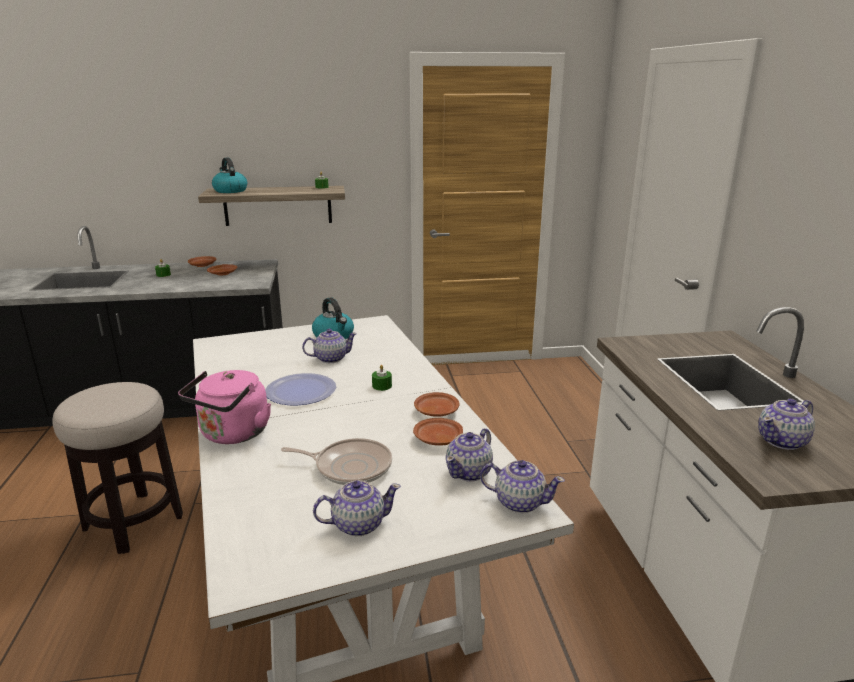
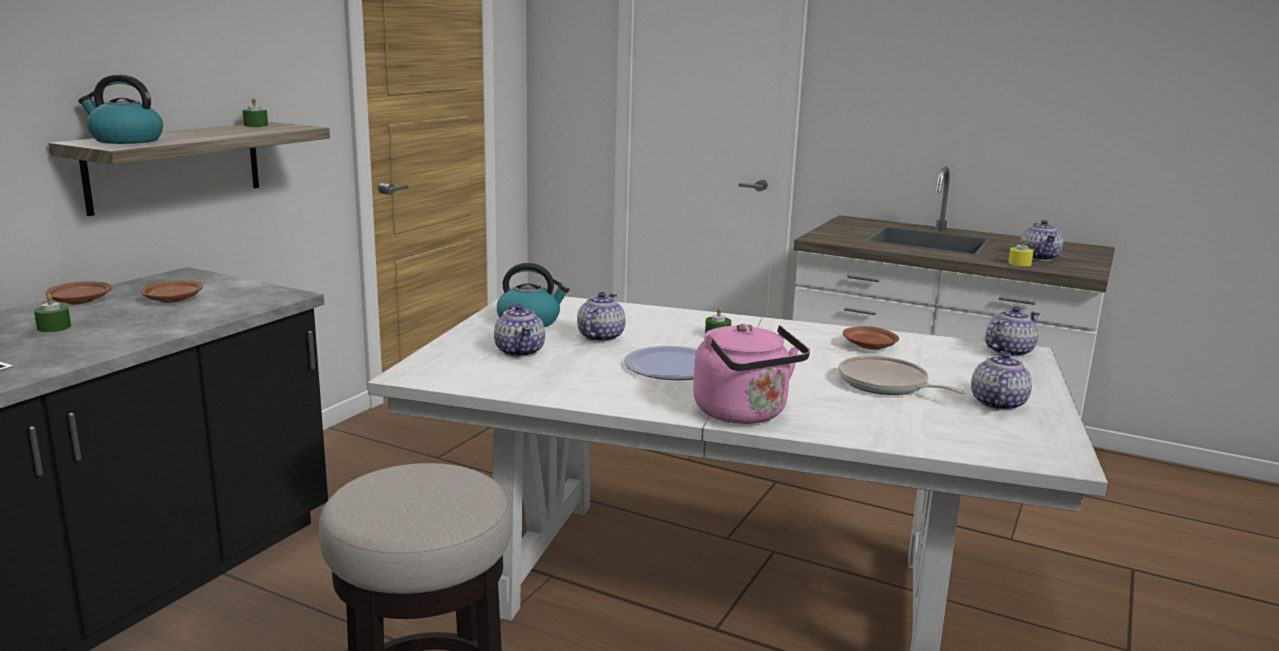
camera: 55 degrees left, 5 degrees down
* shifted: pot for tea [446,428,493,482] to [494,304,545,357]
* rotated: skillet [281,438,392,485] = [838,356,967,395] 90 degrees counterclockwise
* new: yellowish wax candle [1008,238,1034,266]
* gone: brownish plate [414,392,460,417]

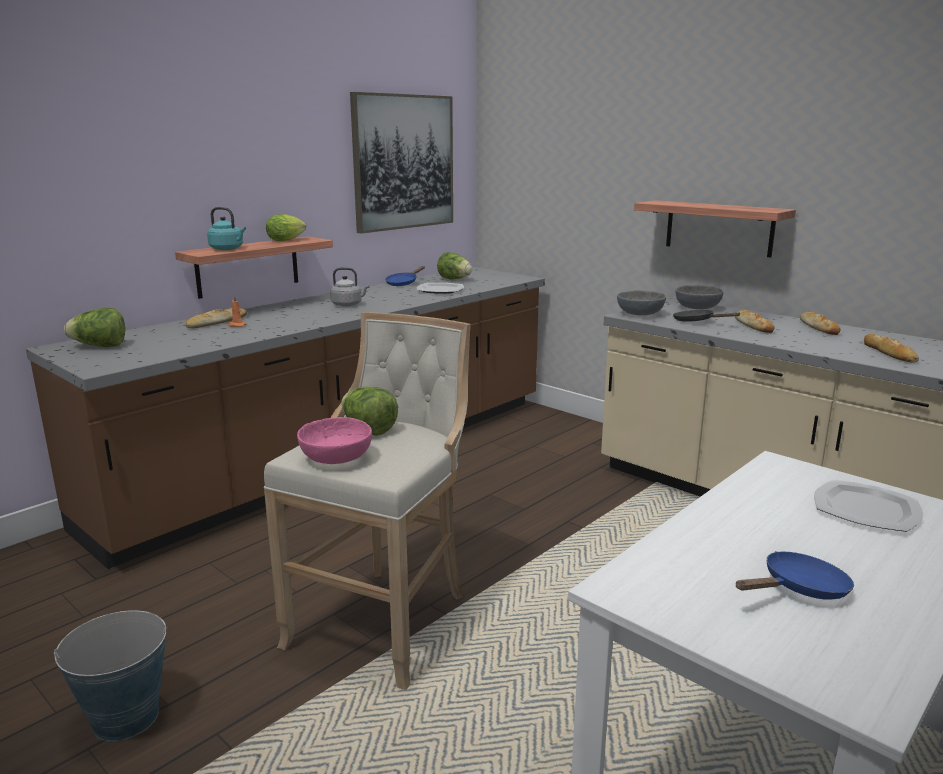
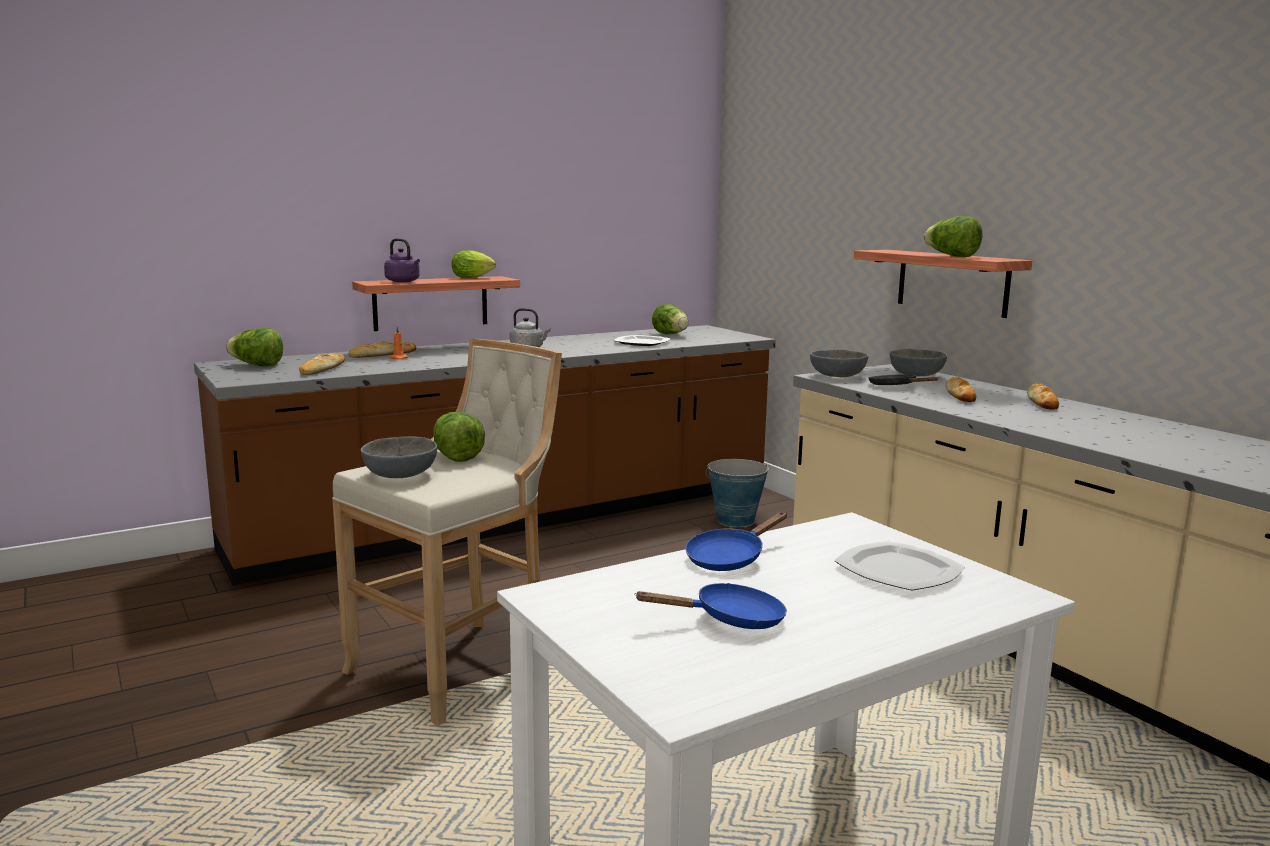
camera: 15 degrees right, 5 degrees down
* shifted: baked bread [864,334,919,363] to [299,353,345,375]
* repainted: pink-coloured serving bowl [297,417,372,464] to gray serving bowl [361,436,437,478]
* repainted: blue-green kettle [207,207,246,250] to purplish kettle [384,238,420,282]
* shifted: blue skillet [385,266,425,286] to [685,512,787,571]
* shifted: water bucket [53,610,168,741] to [706,459,769,527]
* new: lettuce [924,216,983,257]
* gone: picture [350,92,453,234]

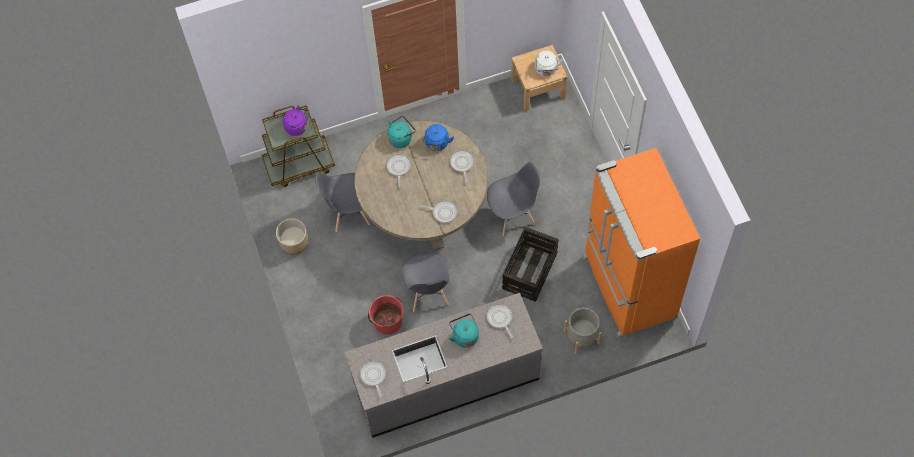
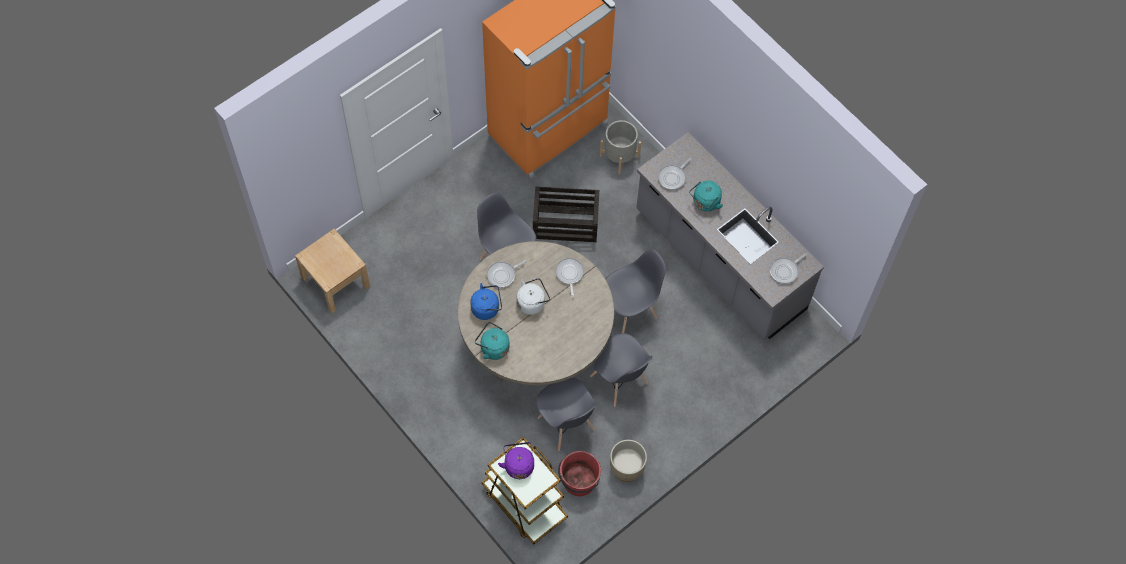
camera: 115 degrees left, 0 degrees up
* shifted: white kettle [535,51,563,77] to [517,278,550,315]
* shifted: red-coloured water bucket [368,295,404,335] to [558,451,601,496]
* new: gray chair [590,333,653,407]
* gone: skillet [386,154,411,187]

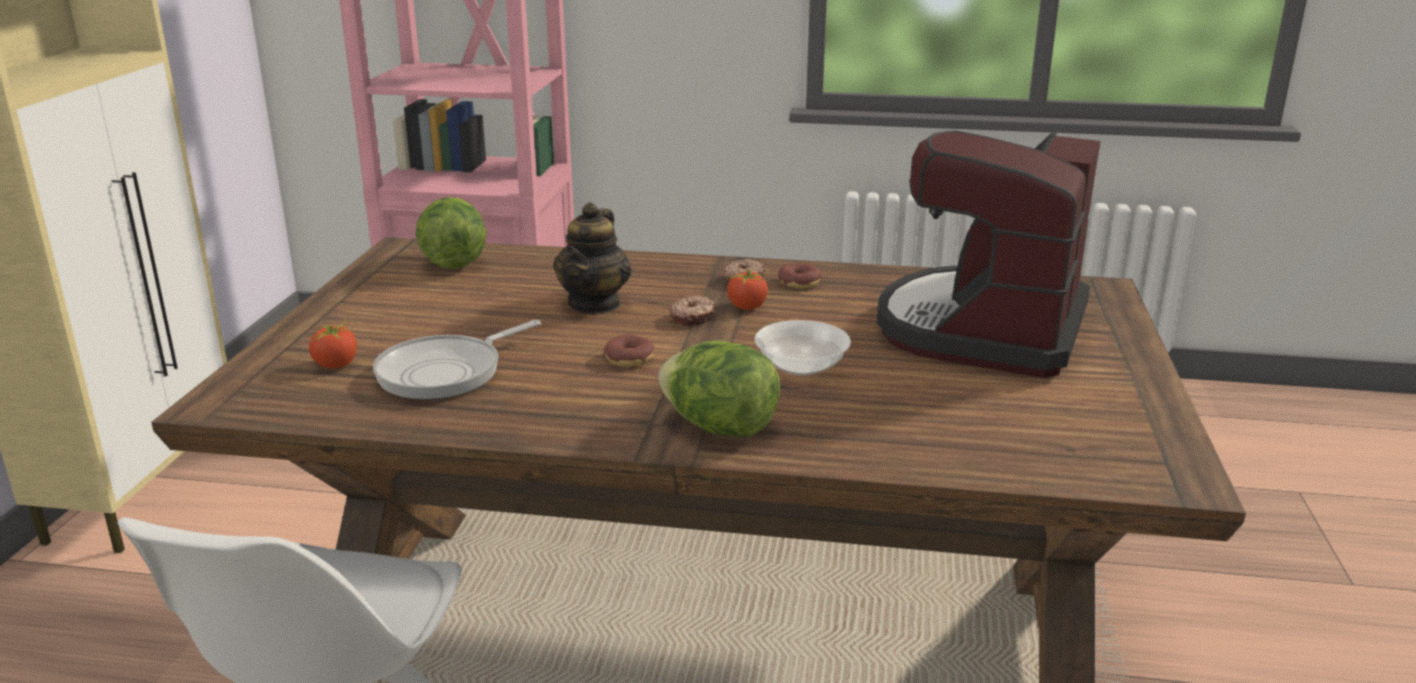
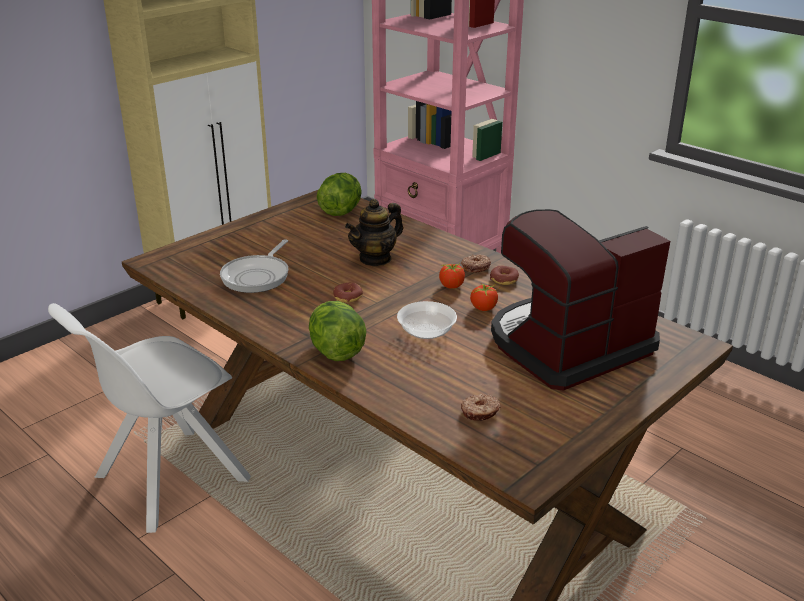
camera: 35 degrees right, 5 degrees up
* rotated: skillet [373,320,541,400] = [220,239,288,293] 60 degrees counterclockwise
* shifted: doughnut [670,296,716,326] to [461,394,501,421]
* shifted: fresh tomato [308,318,357,369] to [470,282,500,311]

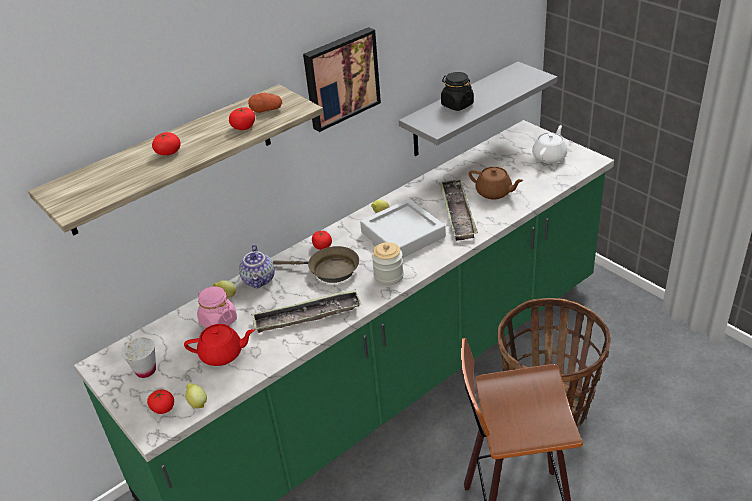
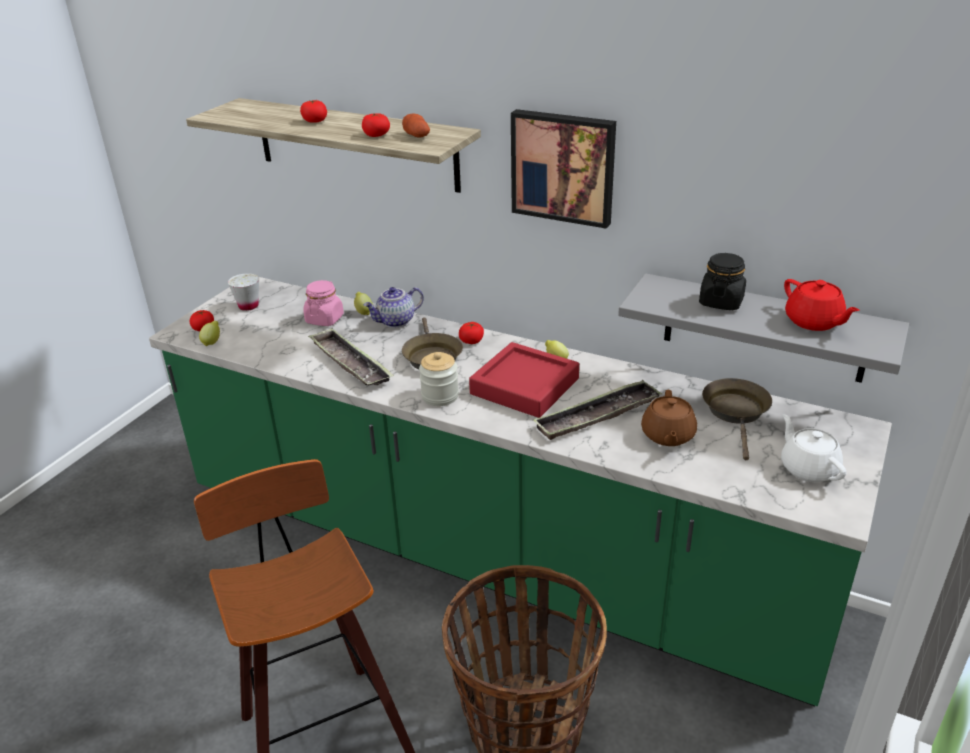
camera: 65 degrees right, 5 degrees down
* repainted: gray carrying tray [360,199,446,258] to red-coloured carrying tray [469,342,579,418]
* new: brownish skillet [702,378,772,460]
* rotated: white pot for tea [532,125,567,163] = [781,414,846,482] 120 degrees counterclockwise
* shifted: red-coloured pot for tea [184,324,255,366] to [784,279,860,331]

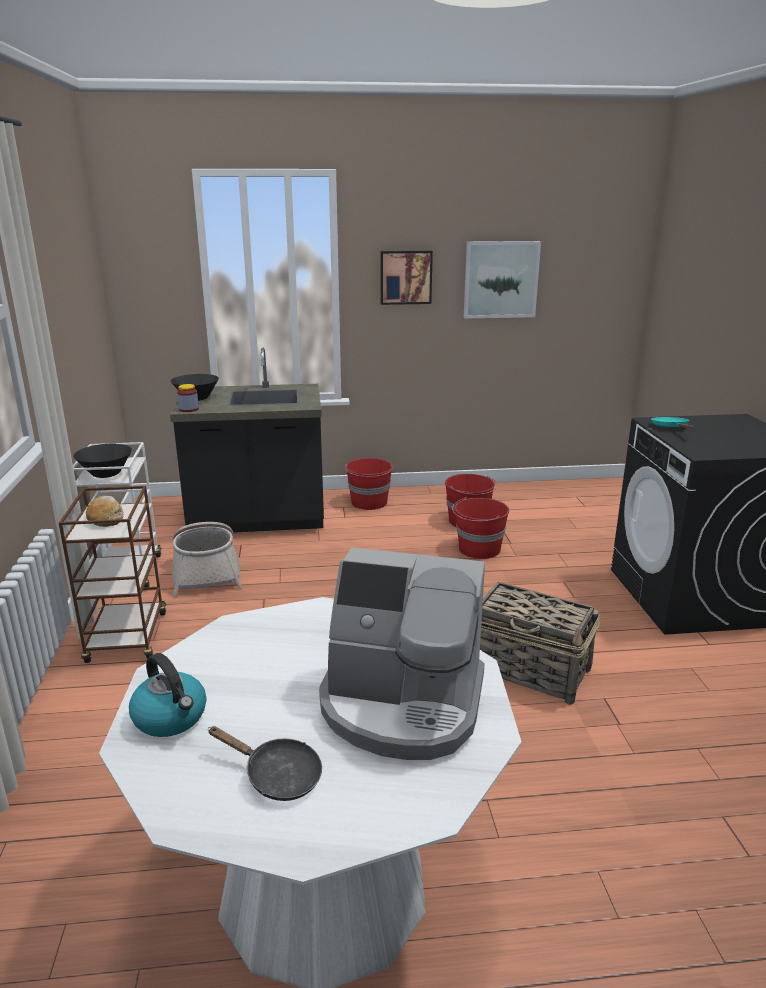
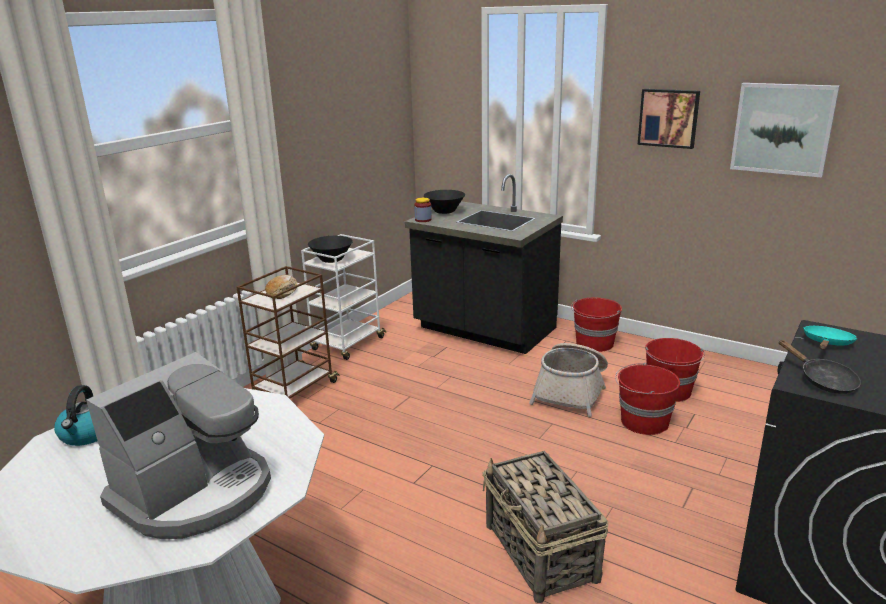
camera: 40 degrees right, 0 degrees up
* rotated: coffee maker [319,547,485,760] = [86,352,271,539] 105 degrees counterclockwise
* shifted: basket [172,522,242,597] to [529,343,608,417]
* shifted: black skillet [209,726,322,801] to [779,340,861,394]

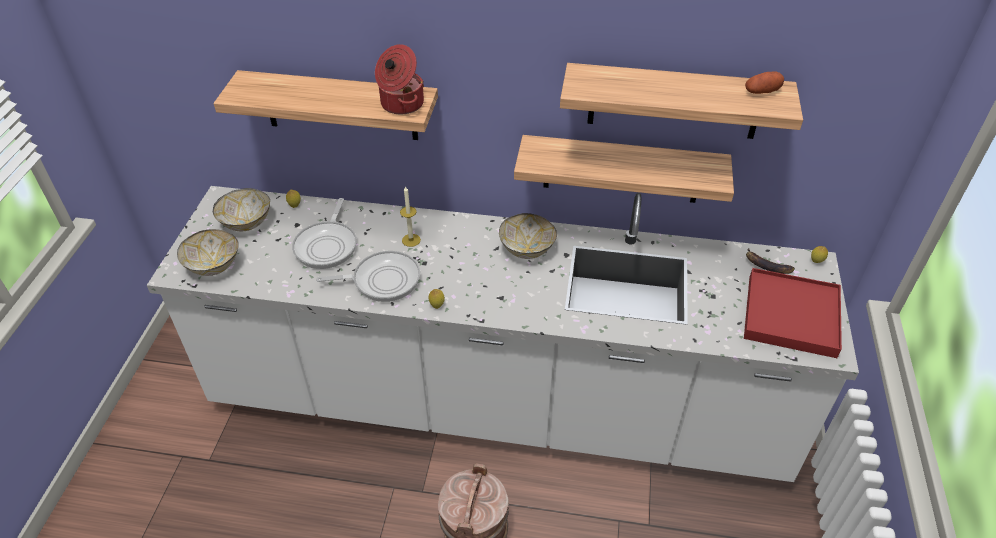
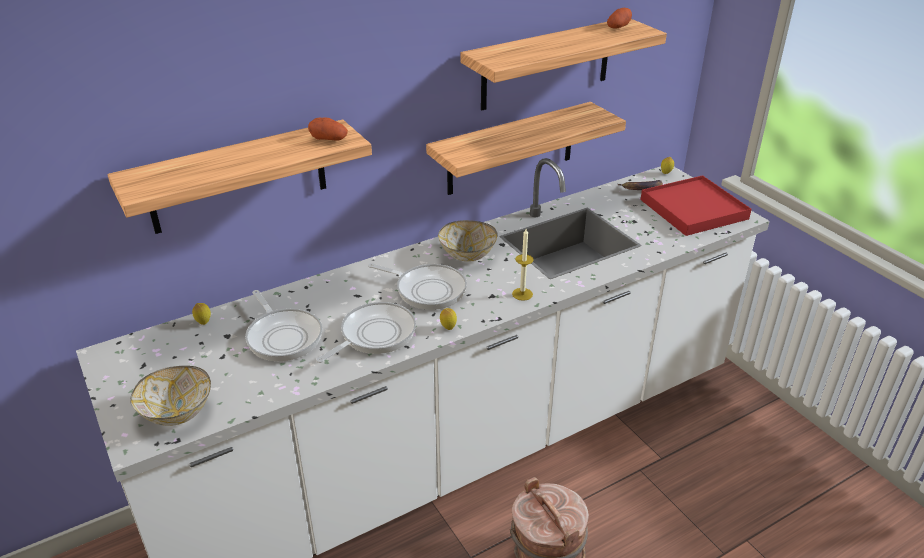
camera: 40 degrees left, 10 degrees down
* swapped: stockpot [375,44,424,115] to spud [308,117,348,141]
* new: skillet [368,263,467,310]
* shifted: wax candle [400,186,421,247] to [512,229,534,301]
* gone: serving bowl [213,188,270,231]

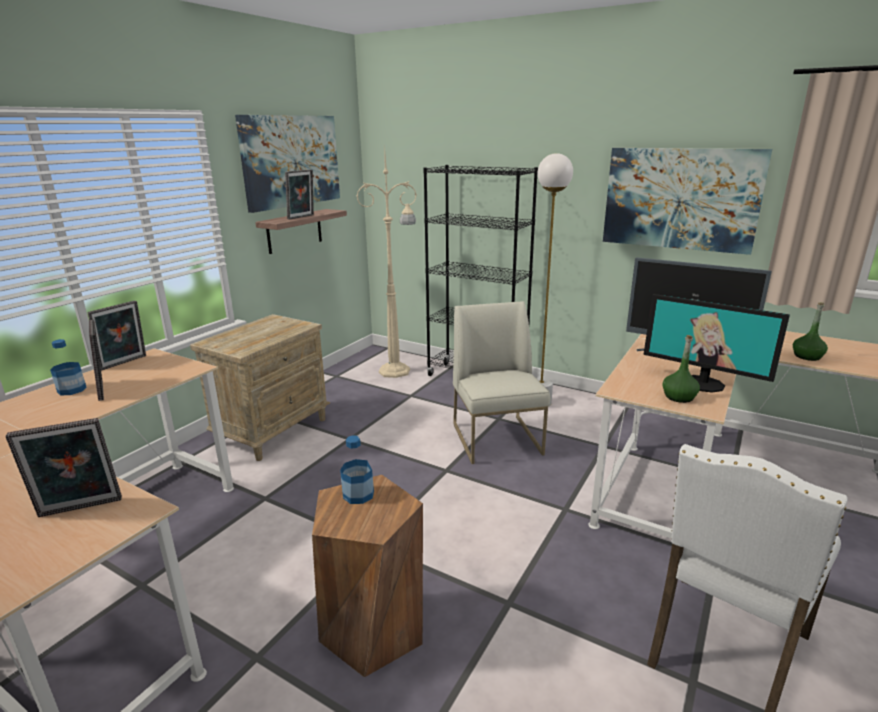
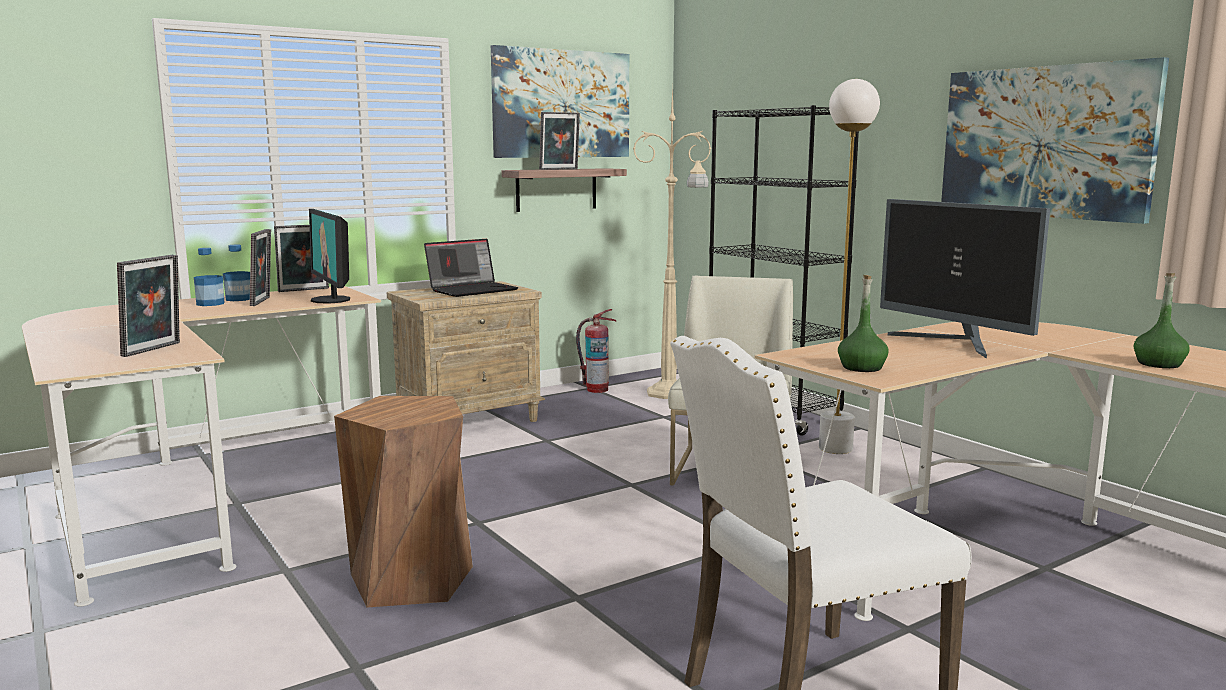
camera: 25 degrees right, 10 degrees down
* rotated: photo frame [5,418,122,517] = [117,255,180,357] 75 degrees counterclockwise
* shifted: bottle [340,435,374,504] to [194,248,224,306]
* shifted: monitor [644,294,790,393] to [309,209,350,304]
* new: notebook computer [424,239,518,297]
* new: fire extinguisher [576,309,616,393]

